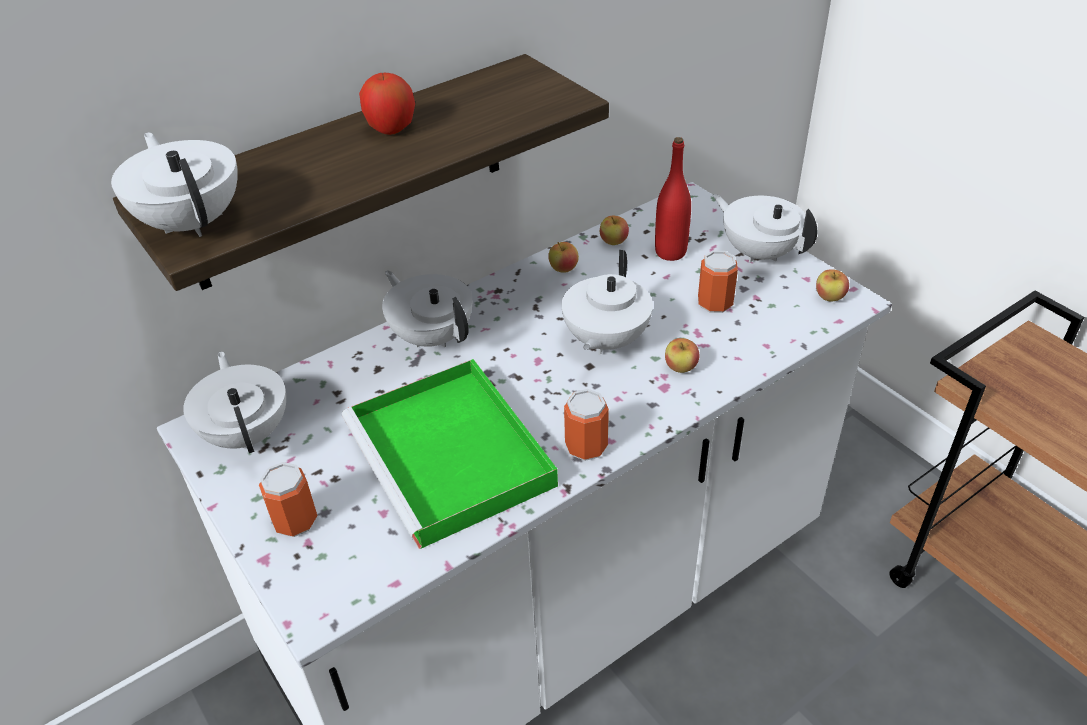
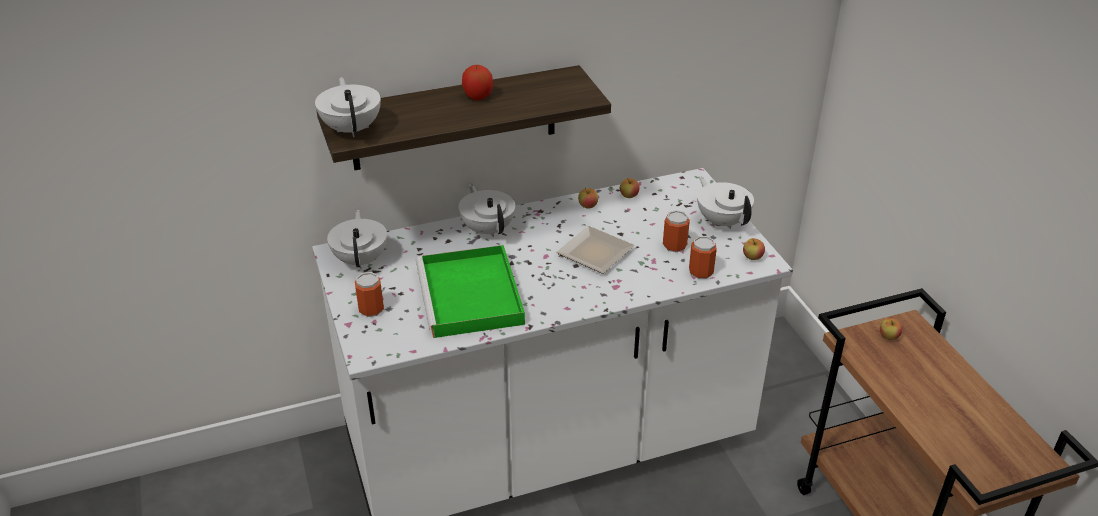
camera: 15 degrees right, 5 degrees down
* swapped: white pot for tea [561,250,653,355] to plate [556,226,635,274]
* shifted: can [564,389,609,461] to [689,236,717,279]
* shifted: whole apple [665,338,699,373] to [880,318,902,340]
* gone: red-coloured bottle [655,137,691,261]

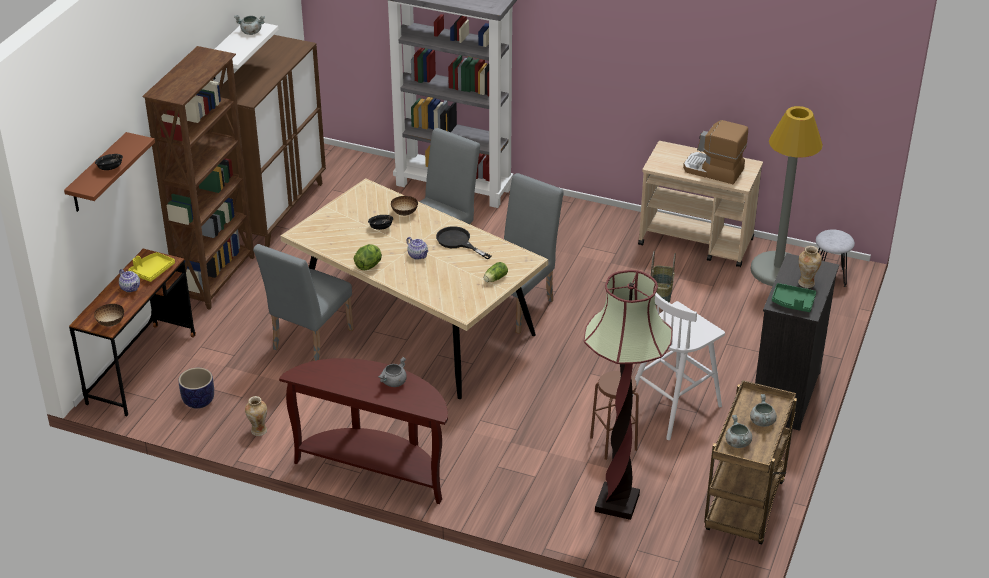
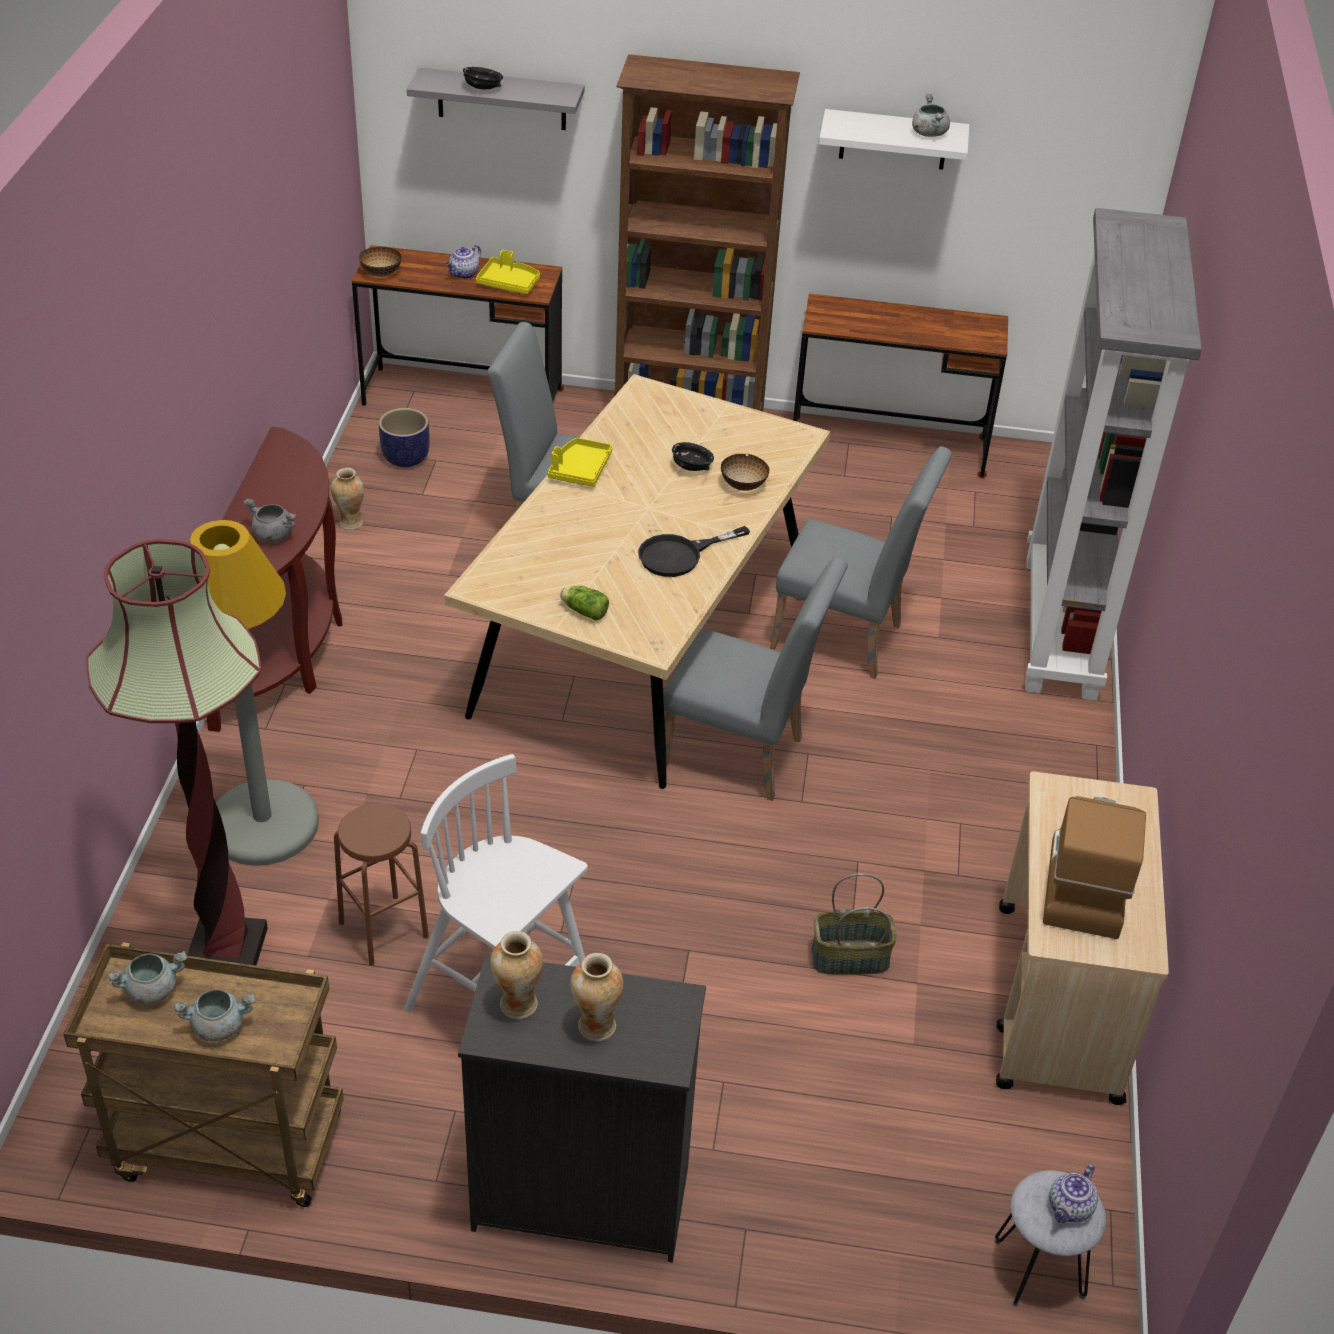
camera: 75 degrees right, 5 degrees up
* shifted: gray standard lamp [750,106,823,286] to [189,520,319,866]
* repainted: brownish bracket shelf [64,132,155,212] to gray bracket shelf [407,67,585,130]
* swapped: greenish carrying tray [772,283,816,312] to decorative vase [490,931,543,1019]
* swapped: lettuce [354,244,382,270] to yellowish carrying tray [547,438,613,487]
* rotated: black skillet [436,226,491,260] = [638,526,750,577] 150 degrees counterclockwise
* swapped: brownish storage cabinet [212,35,326,247] to brownish desk table [793,293,1008,478]
* shifted: pot for tea [407,237,428,260] to [1049,1164,1098,1223]

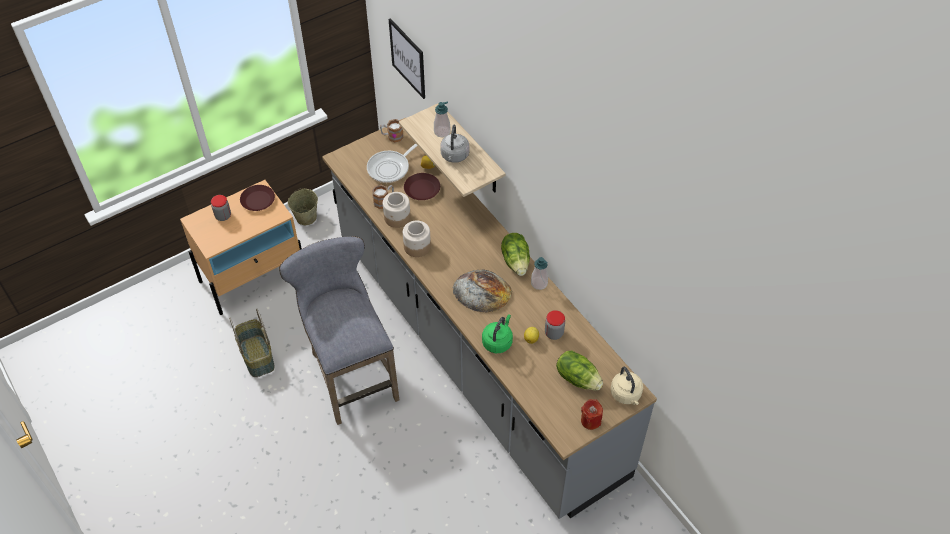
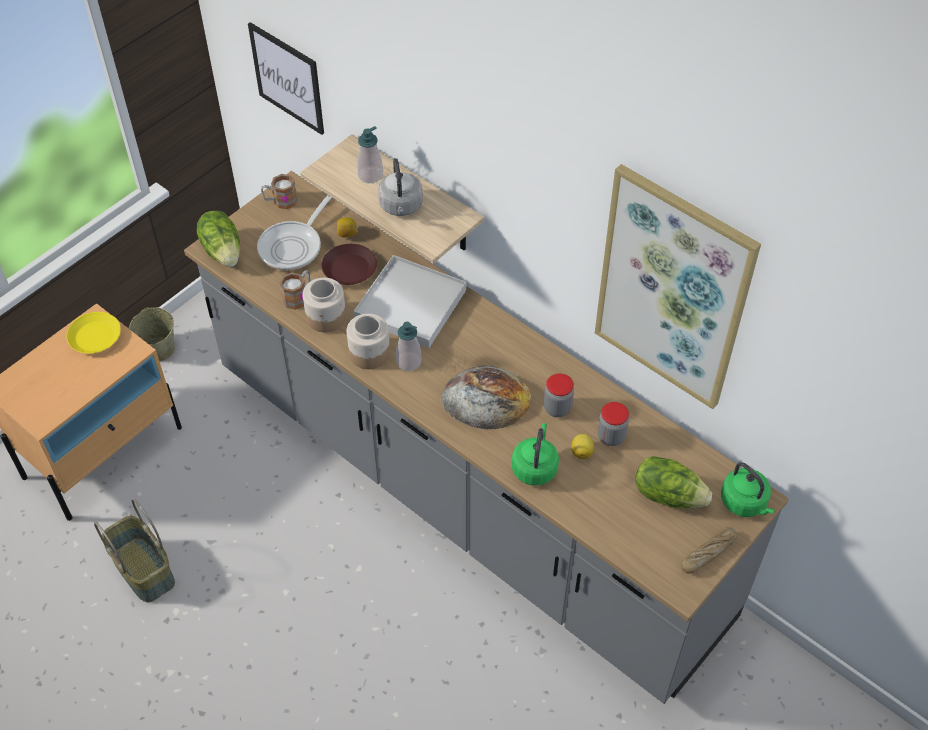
camera: 15 degrees left, 0 degrees up
* repainted: brownish plate [240,185,275,211] to yellowish plate [66,312,121,353]
* shifted: lettuce [501,233,530,276] to [197,211,240,267]
* new: white carrying tray [354,255,466,348]
* shifted: soap bottle [531,257,548,290] to [396,322,422,371]
* shifted: jar [211,195,231,221] to [544,373,574,417]
* new: picture [595,164,761,409]
* swapped: red-coloured wax candle [581,399,603,430] to baked bread [682,527,737,574]
* repainted: sand-coloured kettle [611,367,643,405] to greenish kettle [721,462,775,517]
* gone: gray sitting stool [279,236,399,425]

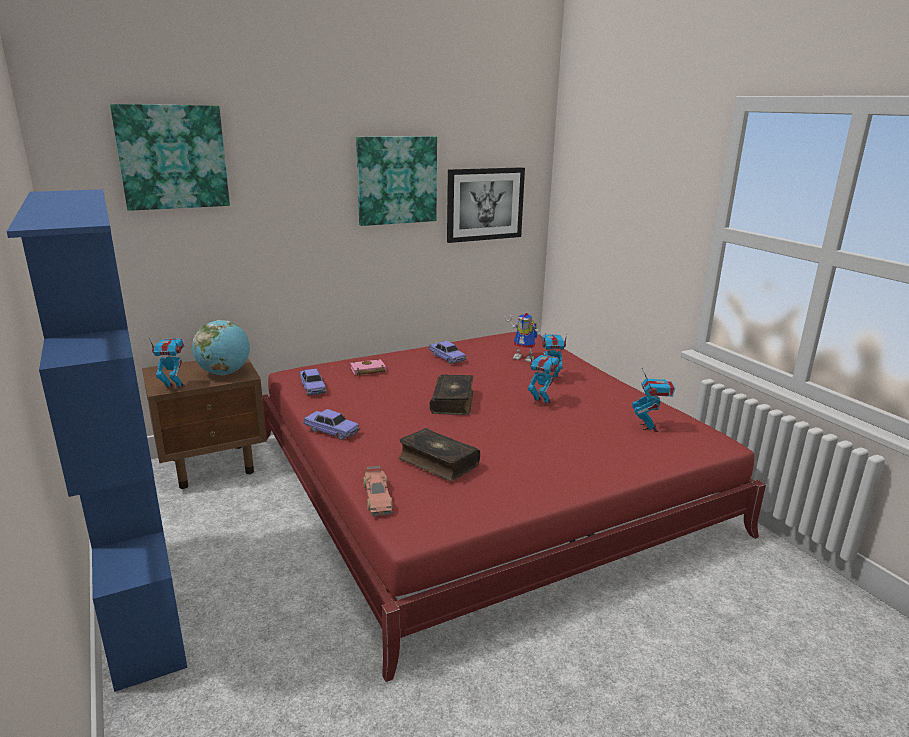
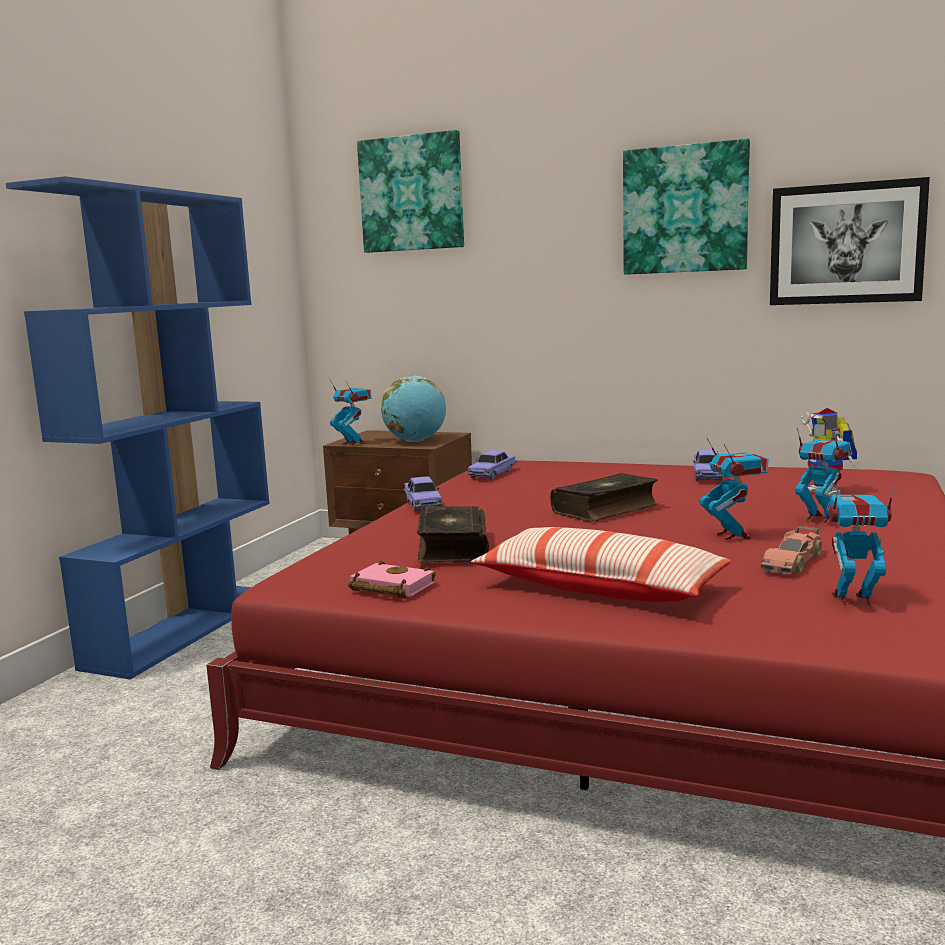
camera: 50 degrees right, 10 degrees down
* shifted: pink-coloured volume [350,358,386,376] to [348,560,436,598]
* new: throw pillow [471,527,731,602]
* shifted: toy car [363,466,393,516] to [761,526,822,575]
* rotated: robot figure [632,368,675,432] = [826,485,895,606] 135 degrees counterclockwise

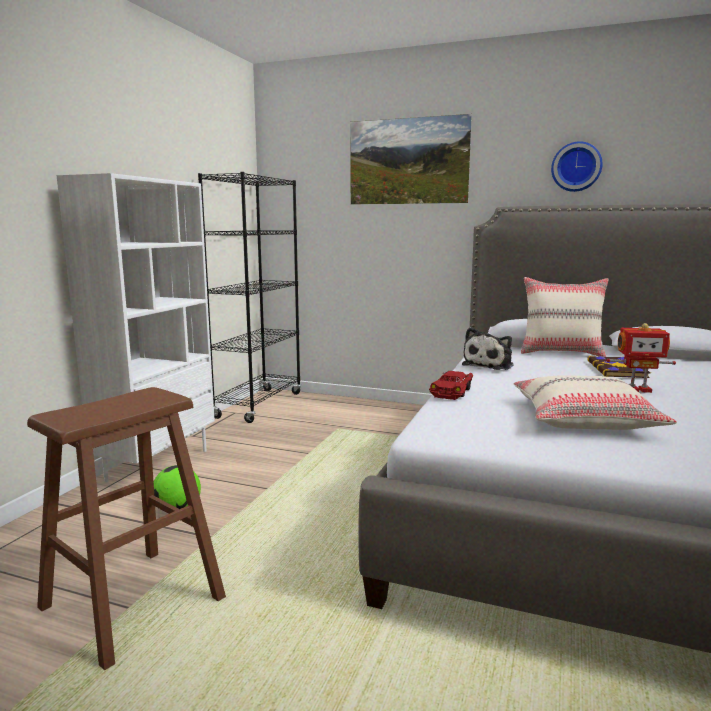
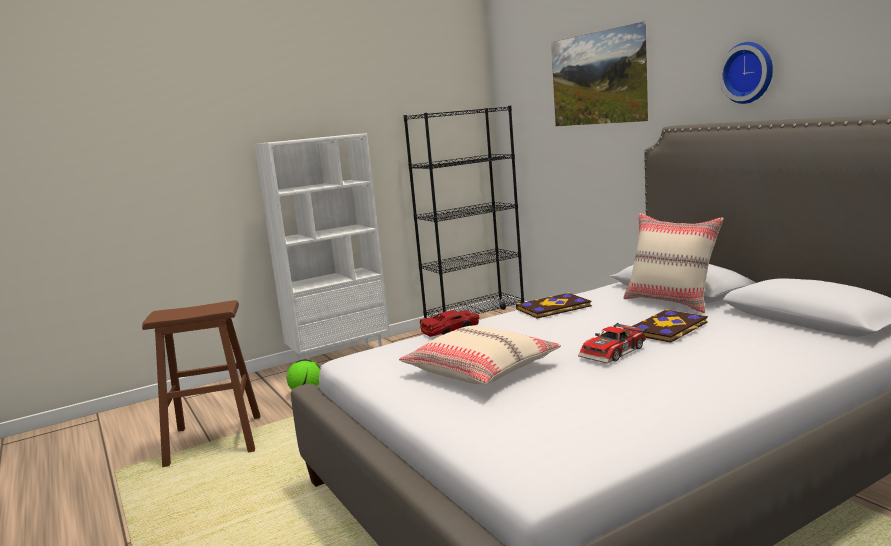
camera: 40 degrees right, 0 degrees up
* swapped: cuddly toy [462,327,514,370] to volume [516,292,592,319]
* swapped: robot figure [607,323,676,393] to toy car [578,323,647,364]

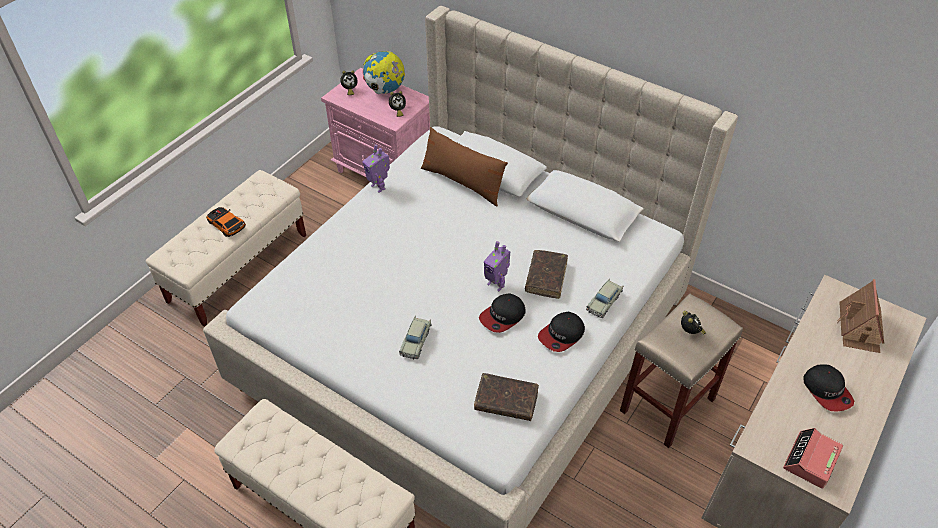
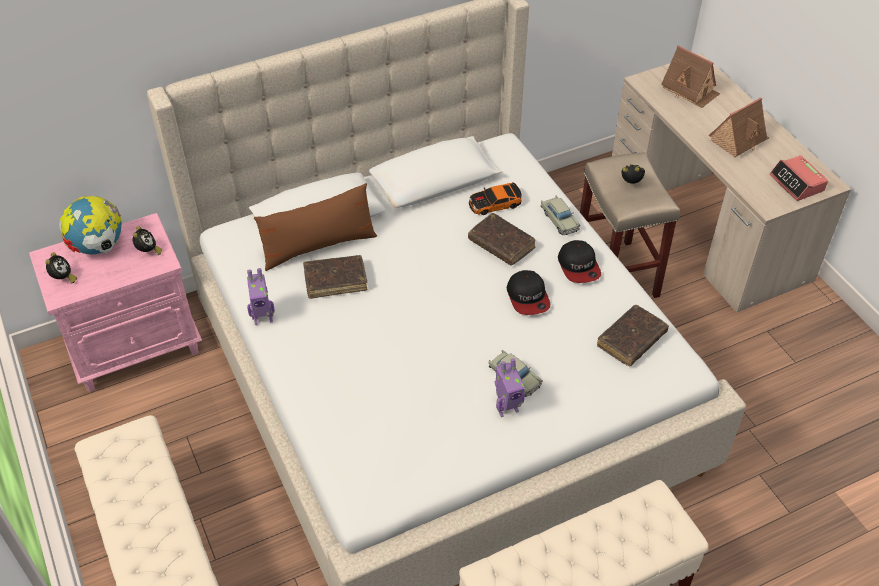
camera: 60 degrees left, 0 degrees up
* new: brownish volume [303,255,367,299]
* shifted: toy car [206,207,246,237] to [469,182,522,215]
* shifted: robot figure [484,241,510,291] to [495,358,525,417]
* swapped: cap [803,364,854,412] to model house [709,97,769,158]

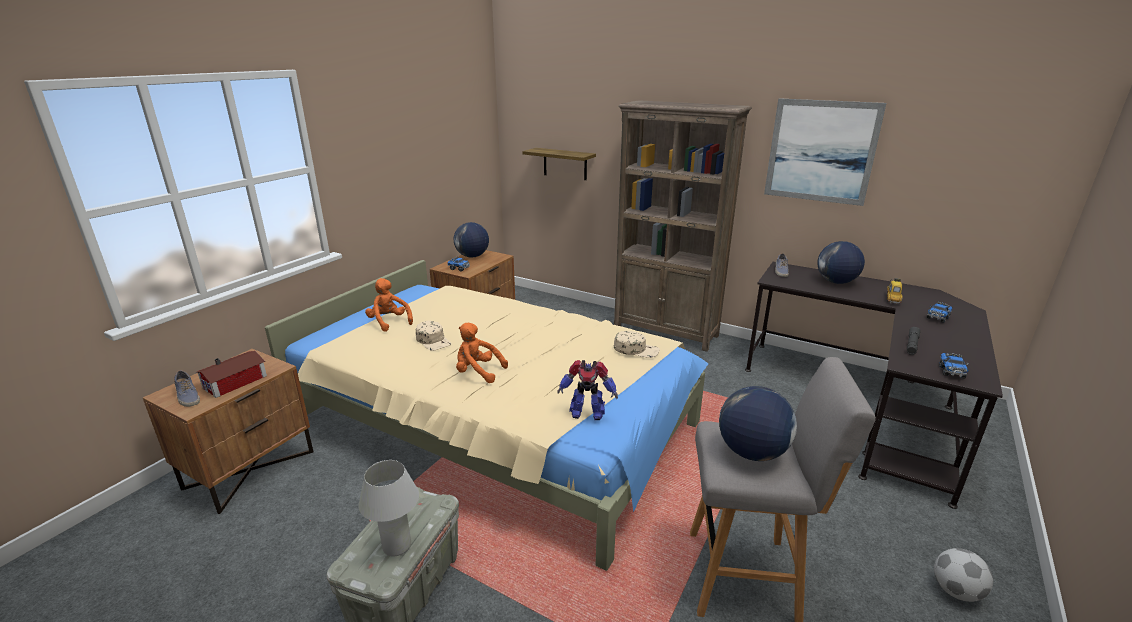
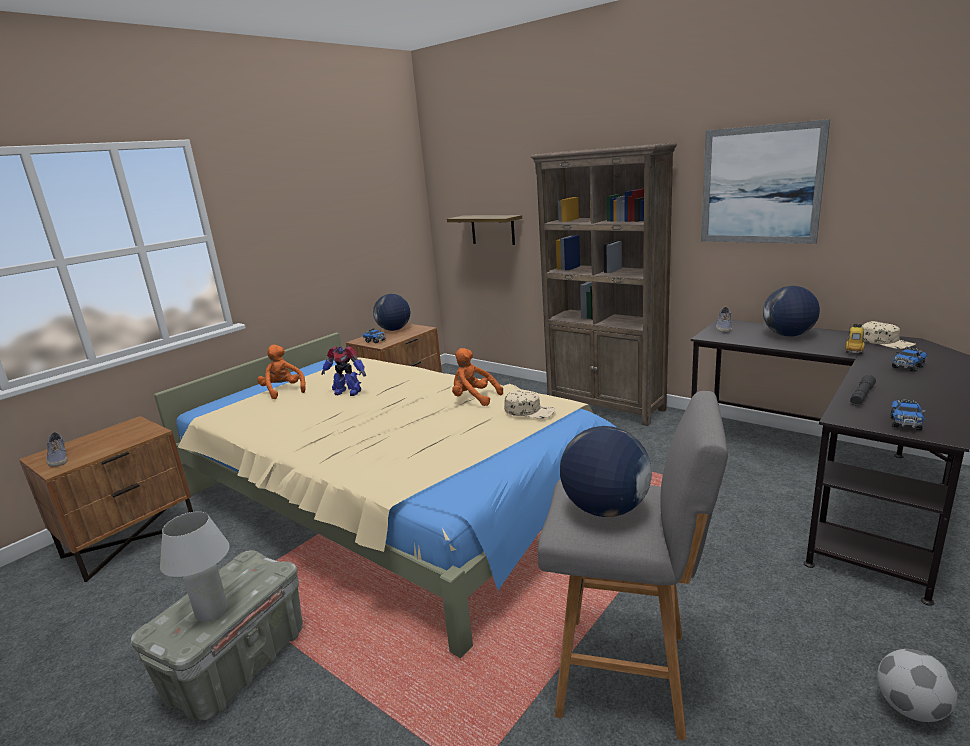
camera: 10 degrees right, 5 degrees down
* shifted: robot figure [557,360,618,420] to [321,346,366,396]
* shifted: orange-coloured cuddly toy [456,323,508,383] to [452,348,503,406]
* shifted: sand-coloured cap [416,321,451,351] to [861,321,916,349]
* gone: model house [195,351,267,398]

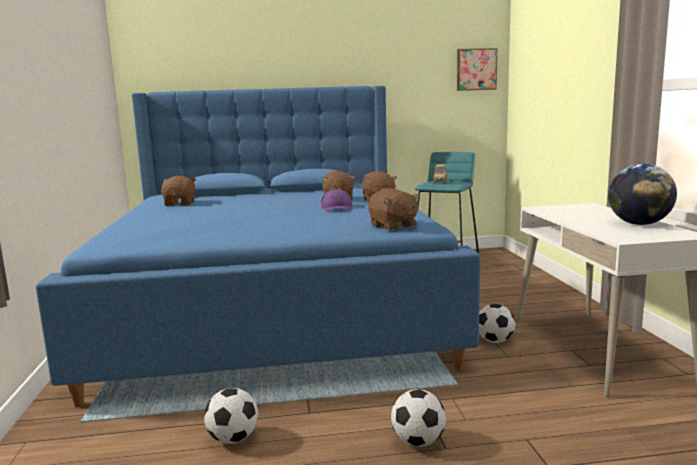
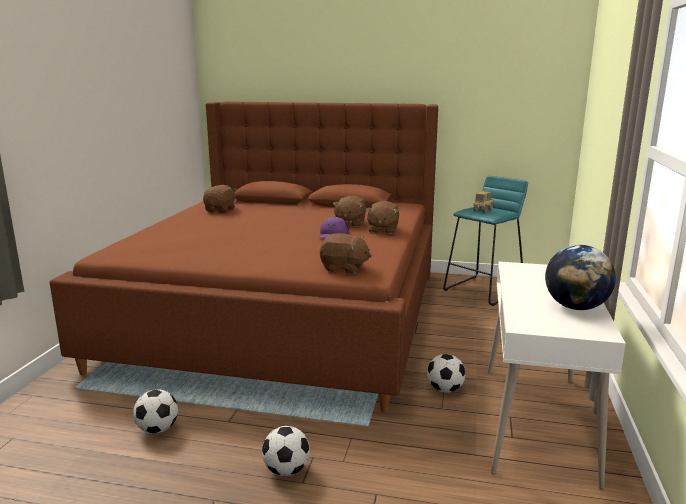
camera: 20 degrees right, 5 degrees up
* repainted: blue sleeping bed [36,86,480,407] to brownish sleeping bed [50,102,438,413]
* rotated: brownish cuddly toy [368,188,419,231] = [320,233,372,274] 60 degrees counterclockwise
* gone: picture [457,48,498,91]

